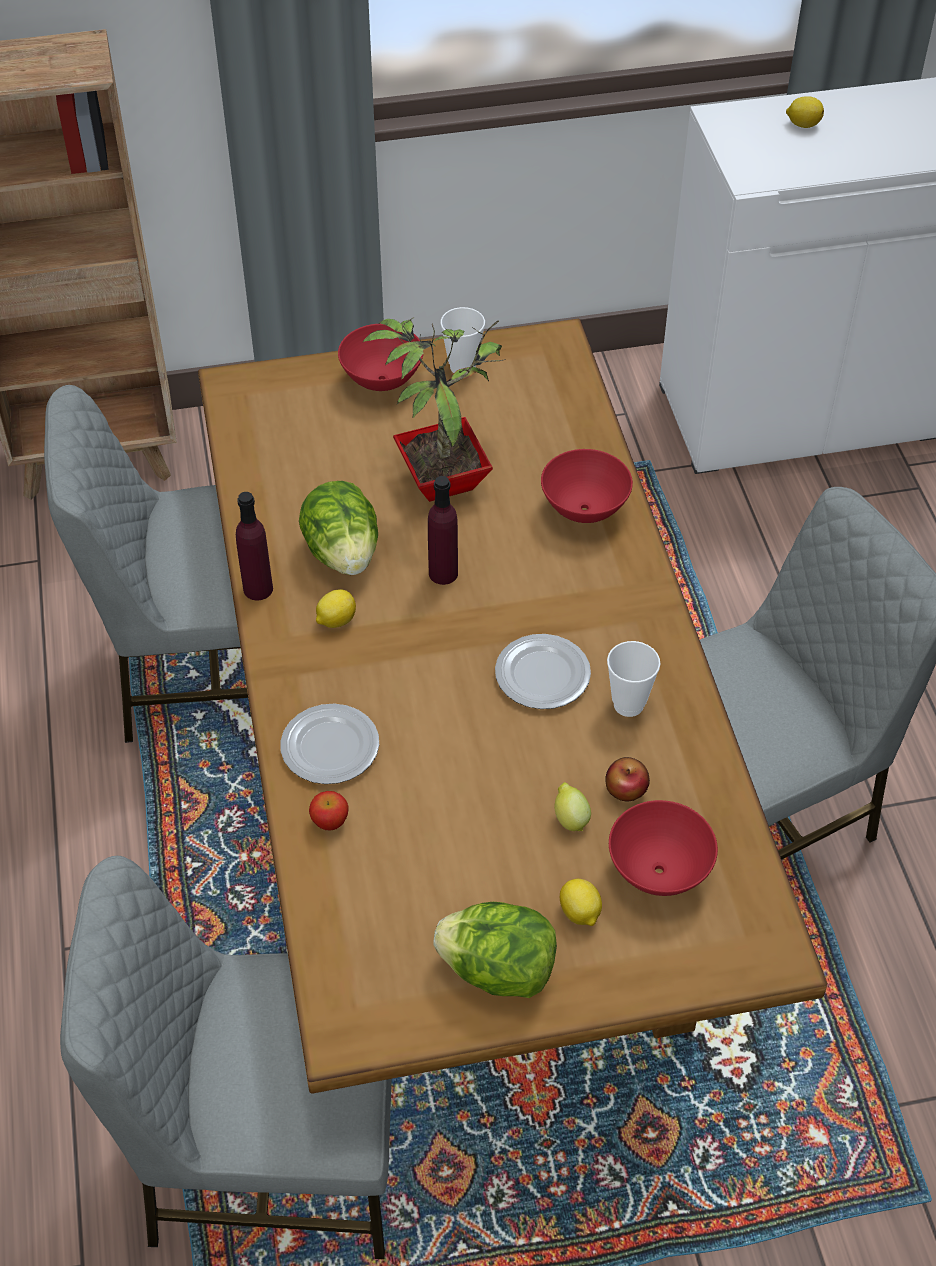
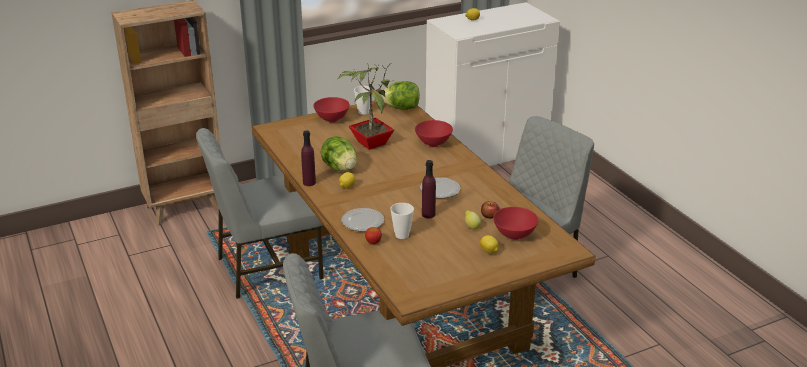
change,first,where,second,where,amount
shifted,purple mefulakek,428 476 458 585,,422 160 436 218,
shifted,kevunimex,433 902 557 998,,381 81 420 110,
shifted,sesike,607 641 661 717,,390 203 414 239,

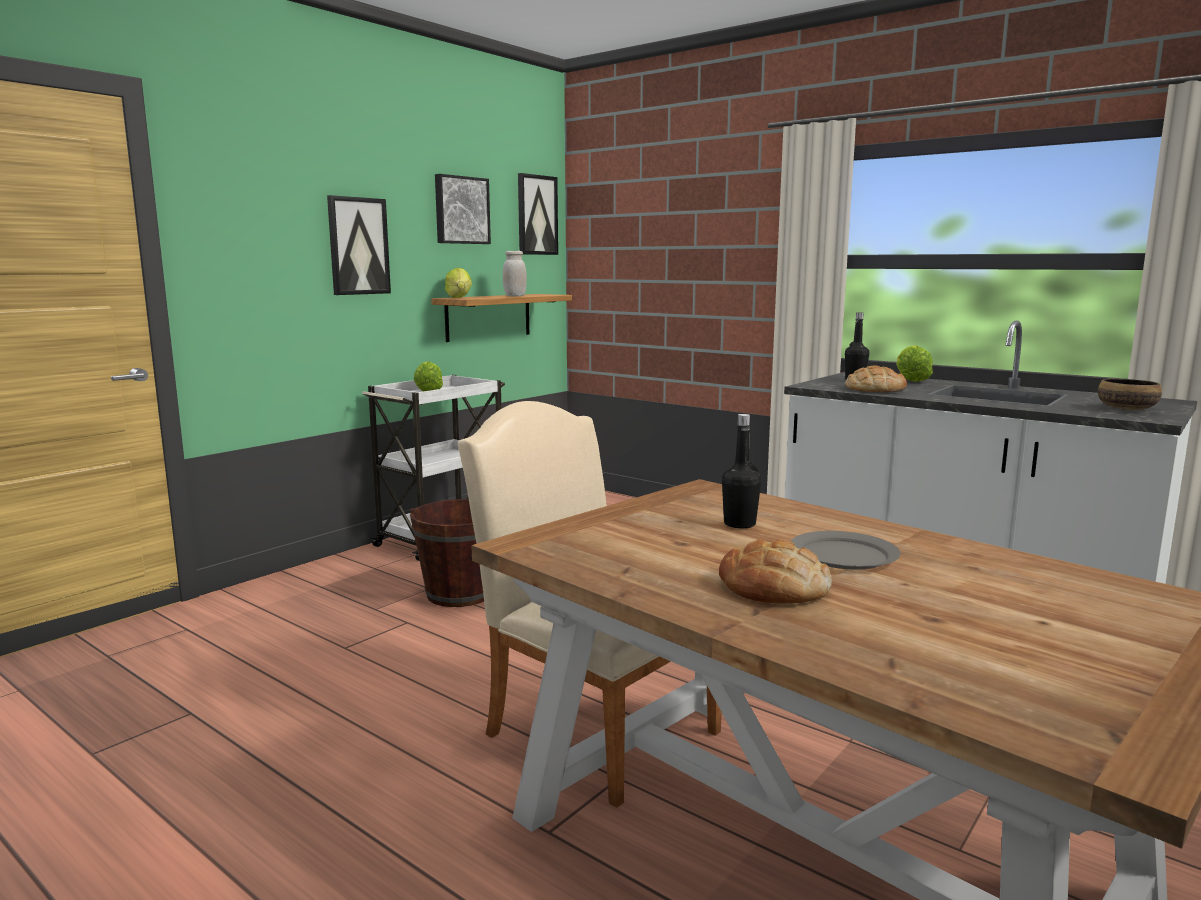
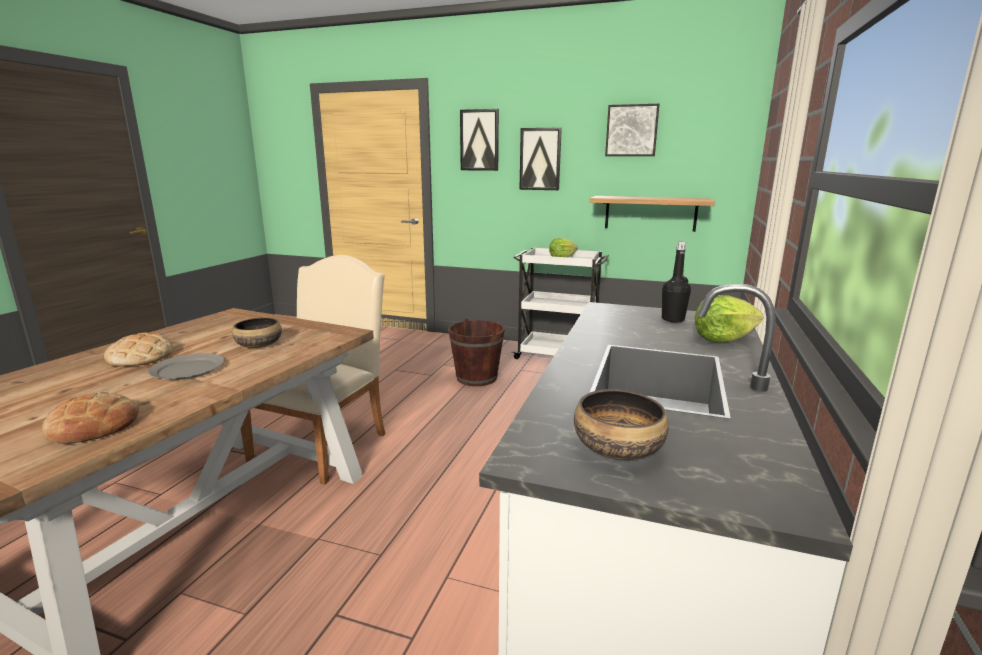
change,first,where,second,where,amount
gone,kevunimex,445 268 472 298,,,
gone,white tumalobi,503 251 527 296,,,
shifted,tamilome,518 173 558 255,,460 109 499 171,
shifted,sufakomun,845 365 907 392,,42 392 139 444,
swapped,black mefulakek,722 414 761 529,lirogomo,232 317 282 348,

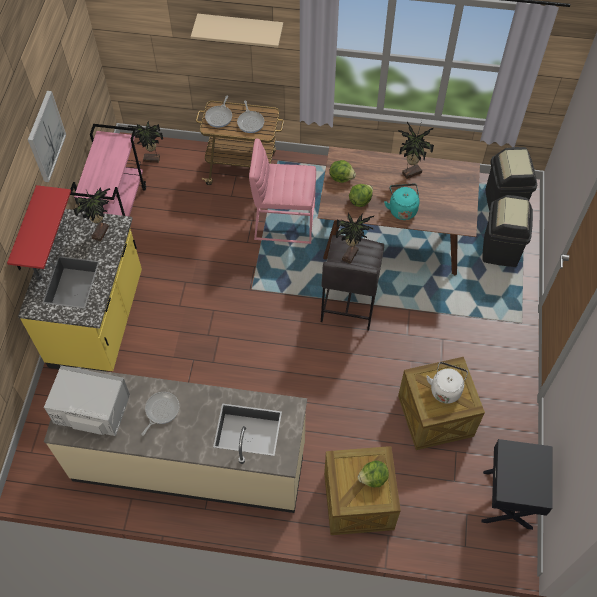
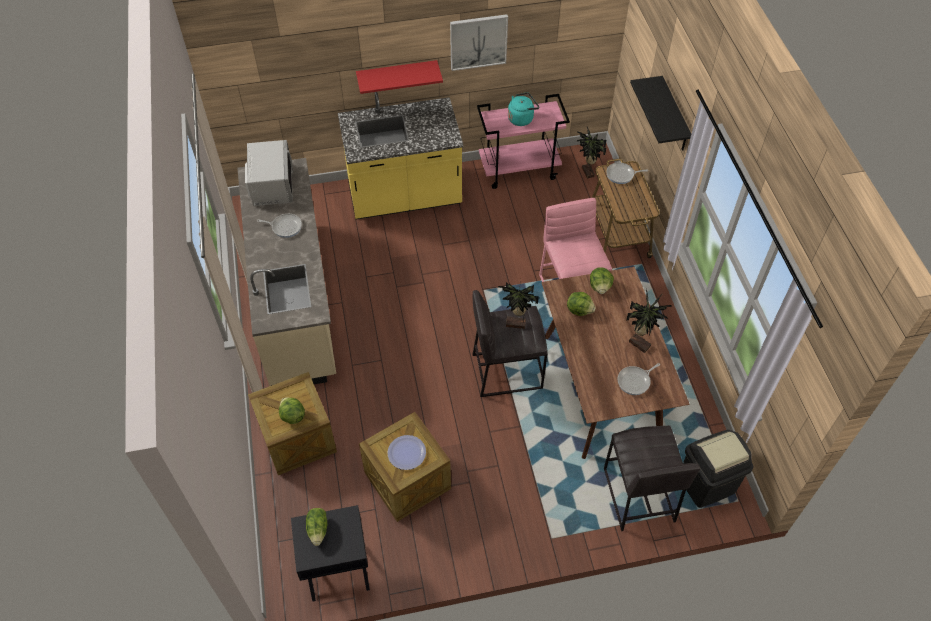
change,first,where,second,where,amount
gone,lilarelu,73 187 110 241,,,
new,,,kevunimex,306 508 327 546,
shifted,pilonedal,237 101 264 133,,618 363 660 395,
shifted,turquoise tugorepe,384 184 419 220,,508 92 539 126,
swapped,white tugorepe,426 362 468 404,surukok,387 435 426 470,
swapped,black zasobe,482 195 533 267,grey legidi,604 425 700 531,
repainted,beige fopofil,191 14 283 48,black fopofil,630 76 691 151,

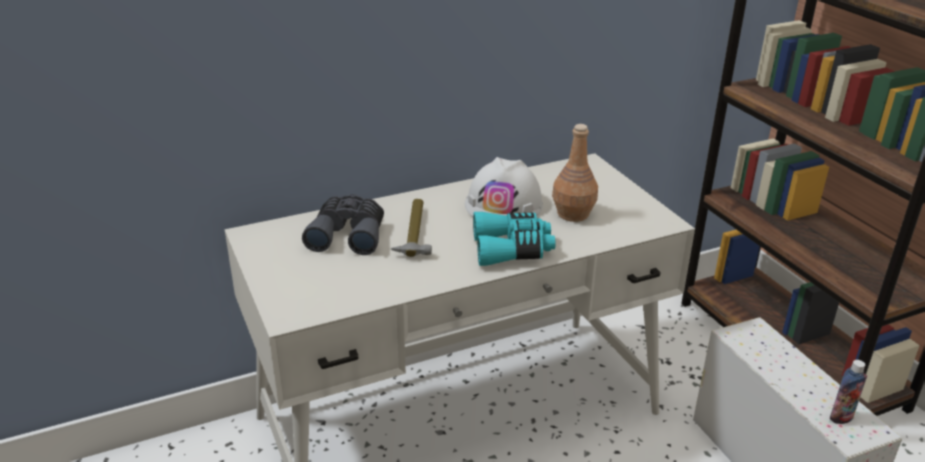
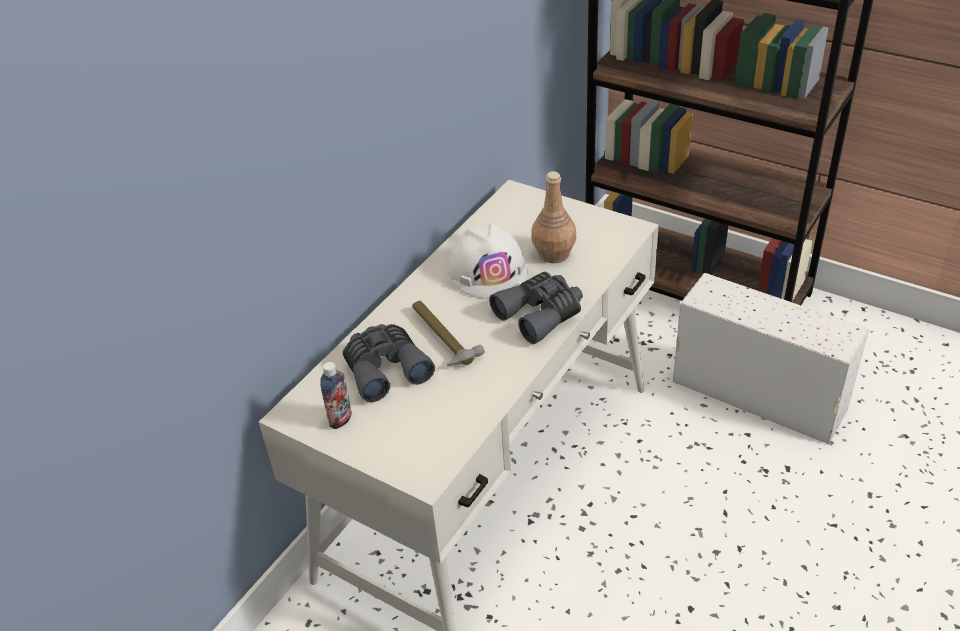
change,first,where,second,where,amount
shifted,mefulakek,830 360 867 424,,320 362 352 429,
repainted,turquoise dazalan,473 212 556 266,grey dazalan,489 272 583 344,

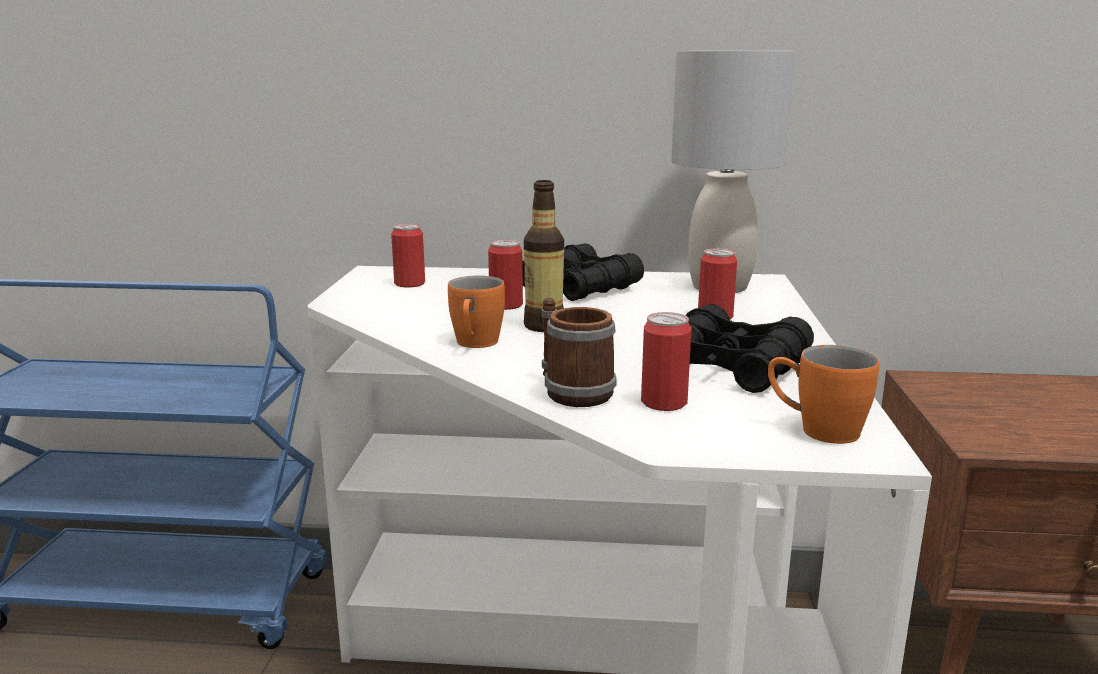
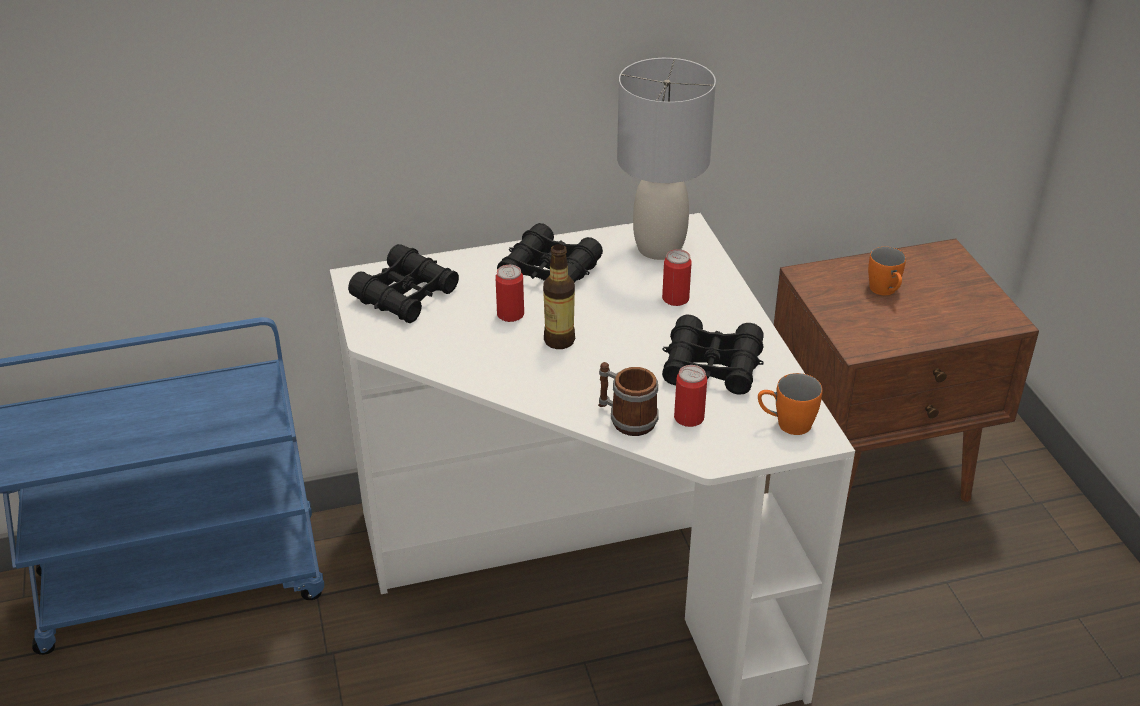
change,first,where,second,where,amount
shifted,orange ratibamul,448 276 505 348,,868 247 906 295,
swapped,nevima,391 224 425 287,black dazalan,348 244 459 323,

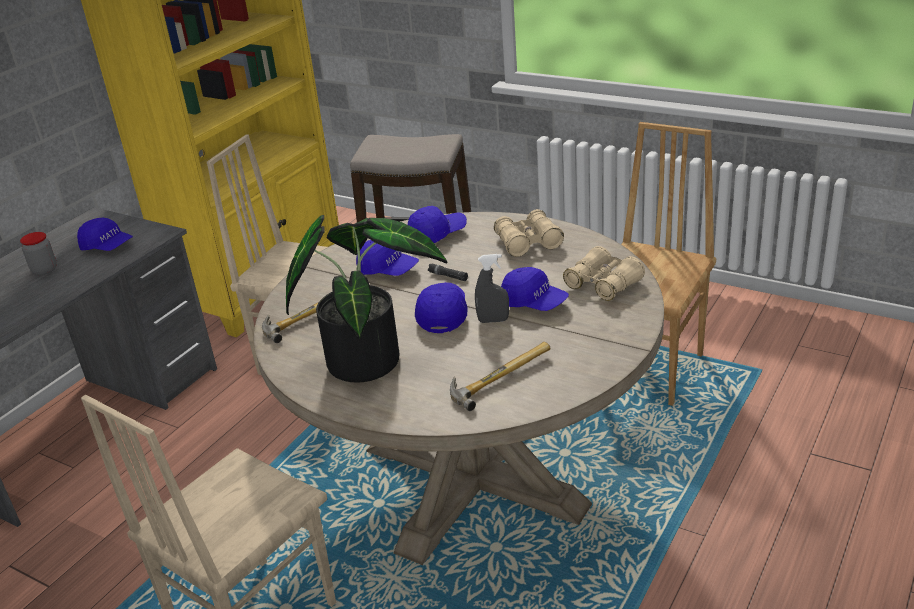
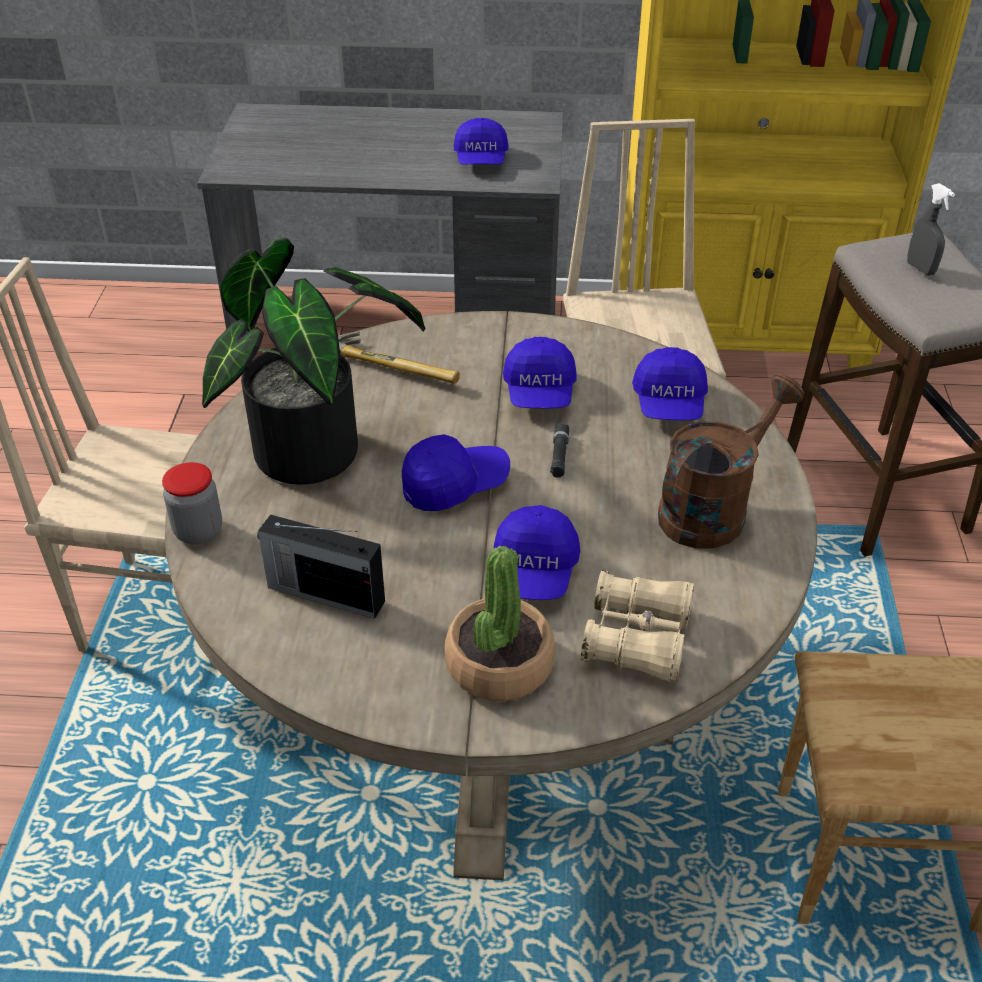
change,first,where,second,where,amount
new,,,lilarelu,444 546 556 701,
shifted,tumalobi,20 232 57 275,,162 462 222 544,
shifted,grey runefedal,475 254 509 323,,907 183 955 276,
swapped,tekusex,450 342 550 411,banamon,257 514 385 619,
swapped,beige dazalan,494 209 564 257,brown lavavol,658 374 805 548,
rotated,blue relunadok,408 206 467 243,,632 347 708 420,60 degrees clockwise

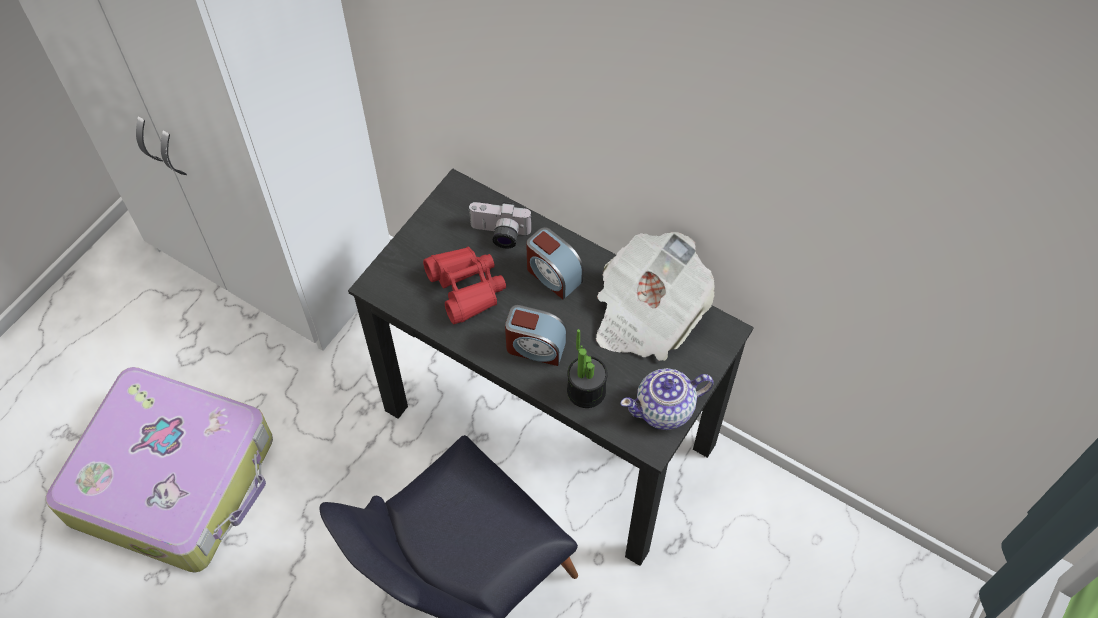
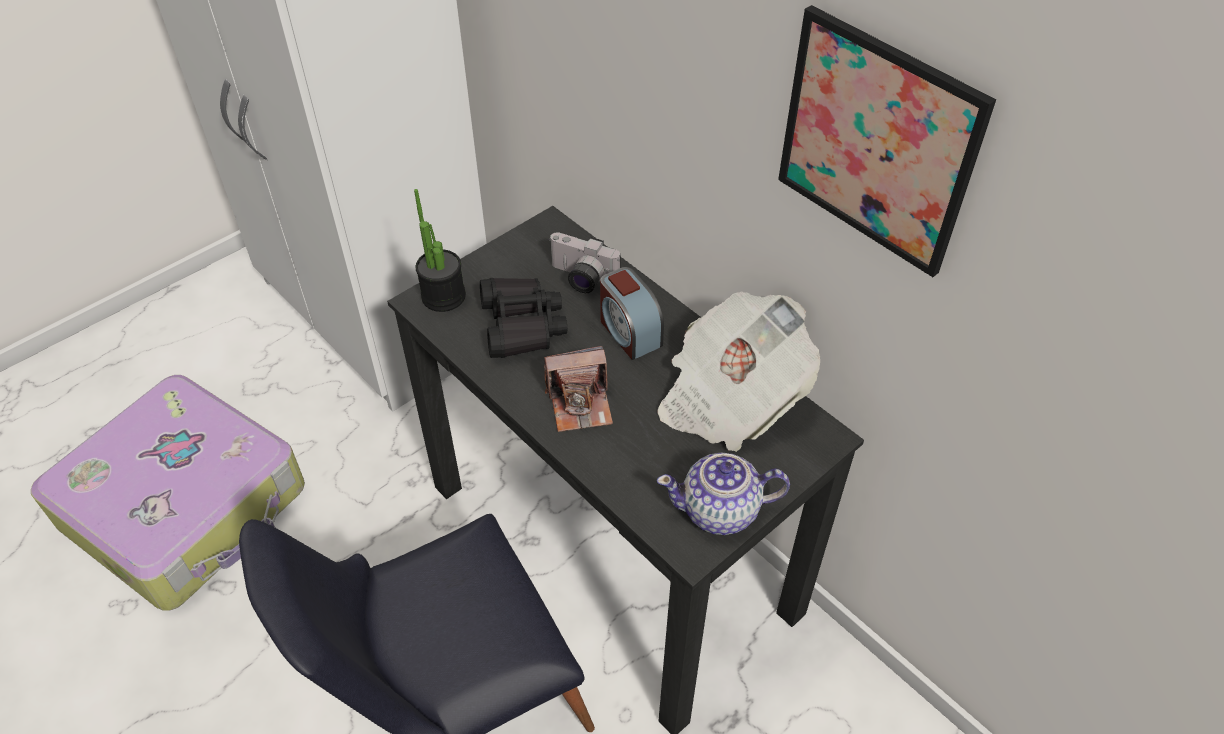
change,first,where,second,where,amount
new,,,tamilome,778 5 996 277,
shifted,lilarelu,567 329 608 408,,414 189 466 312,
swapped,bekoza,505 305 567 366,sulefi,544 346 613 432,
repainted,red dazalan,423 247 506 324,black dazalan,480 278 567 358,

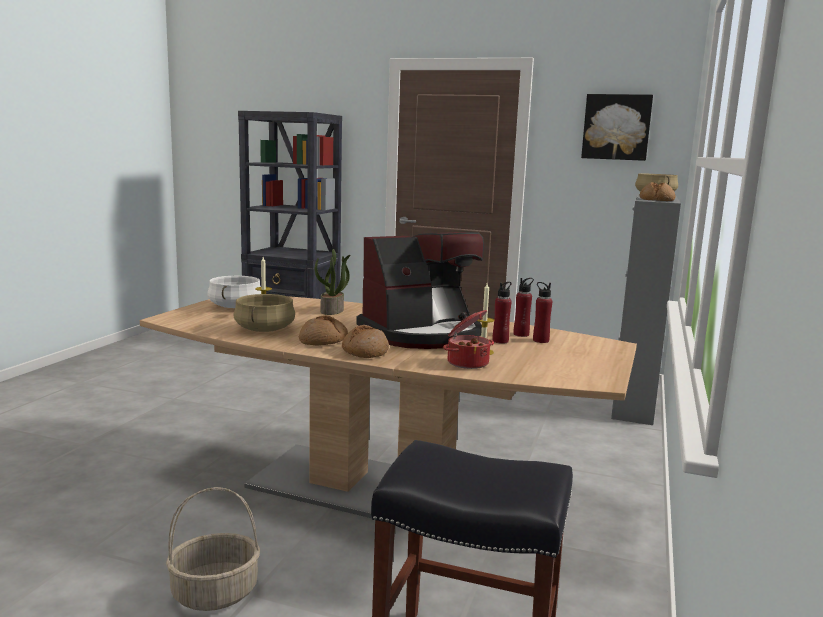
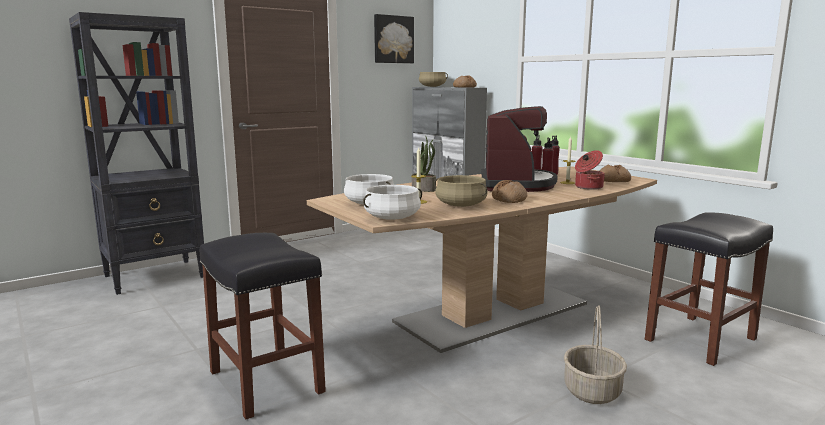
change,first,where,second,where,amount
new,,,black legidi,200 233 326 420,
new,,,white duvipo,363 185 422 220,
shifted,sufakomun,342 325 389 358,,599 165 631 182,

